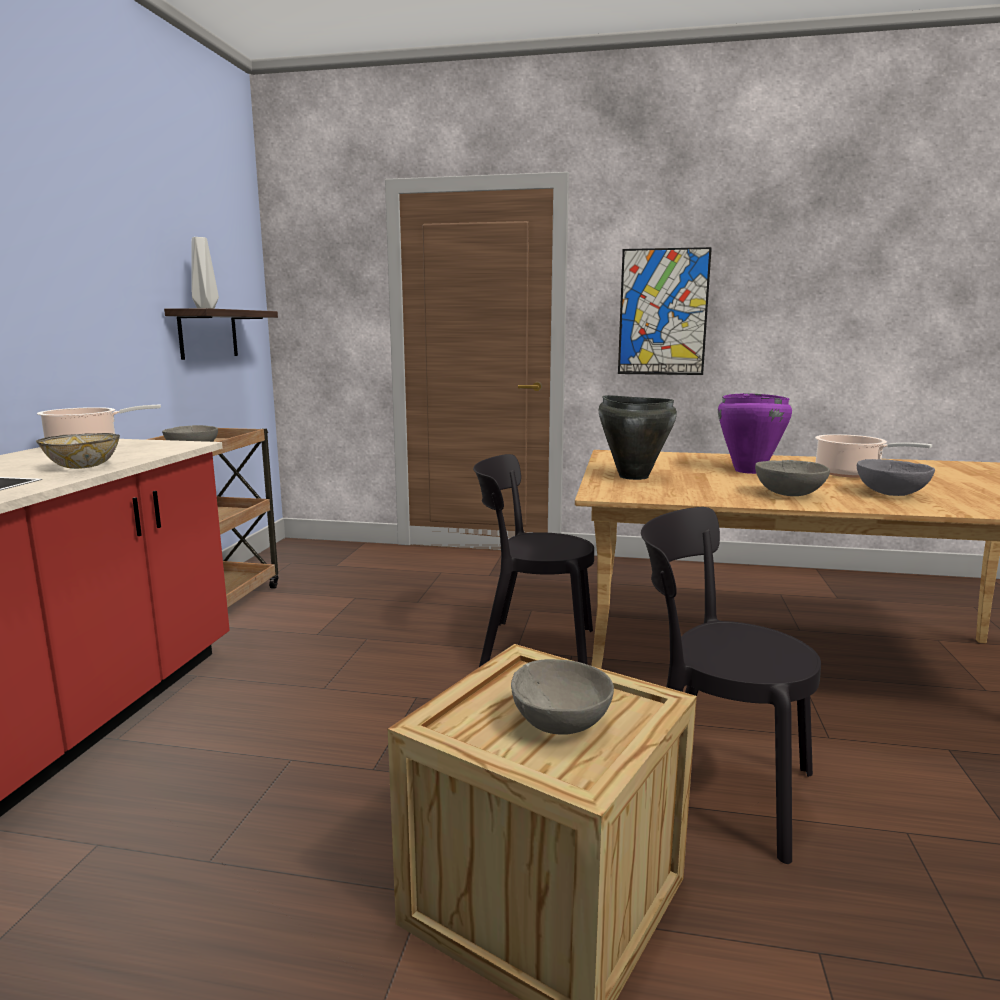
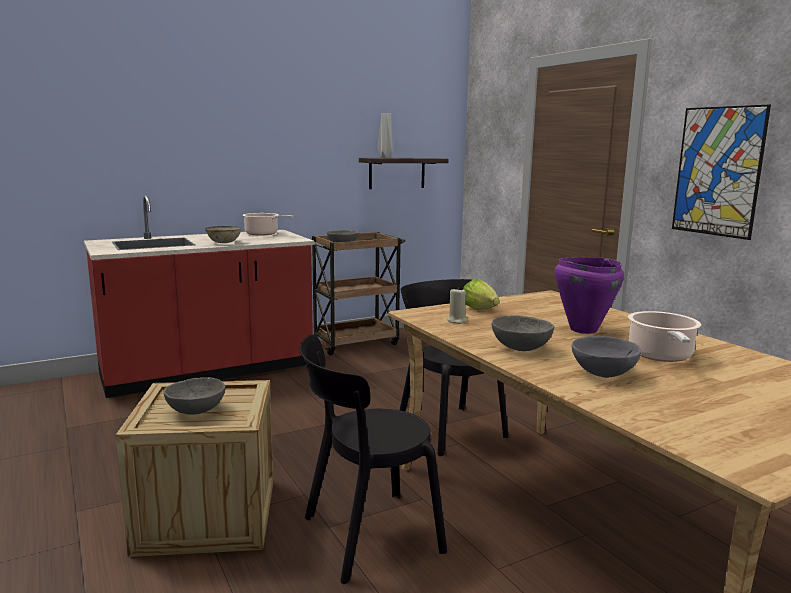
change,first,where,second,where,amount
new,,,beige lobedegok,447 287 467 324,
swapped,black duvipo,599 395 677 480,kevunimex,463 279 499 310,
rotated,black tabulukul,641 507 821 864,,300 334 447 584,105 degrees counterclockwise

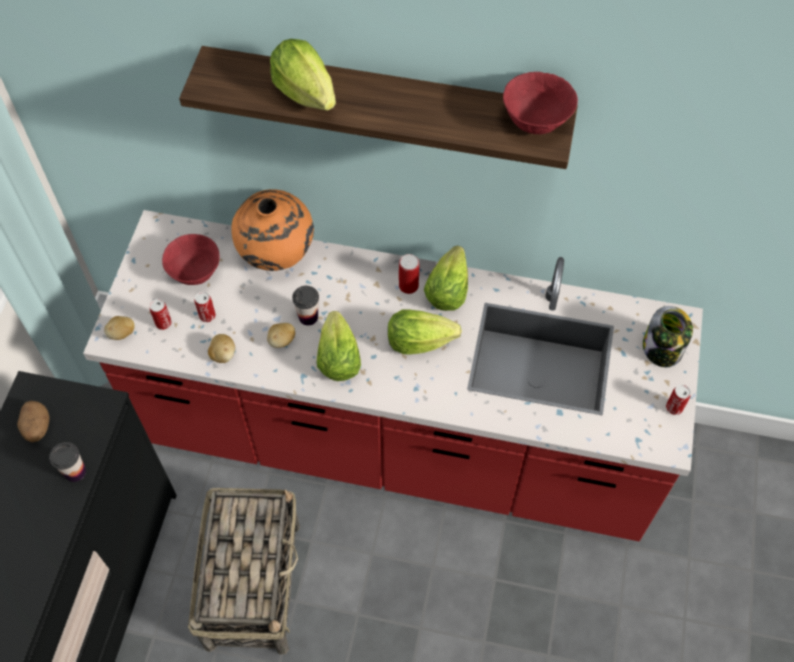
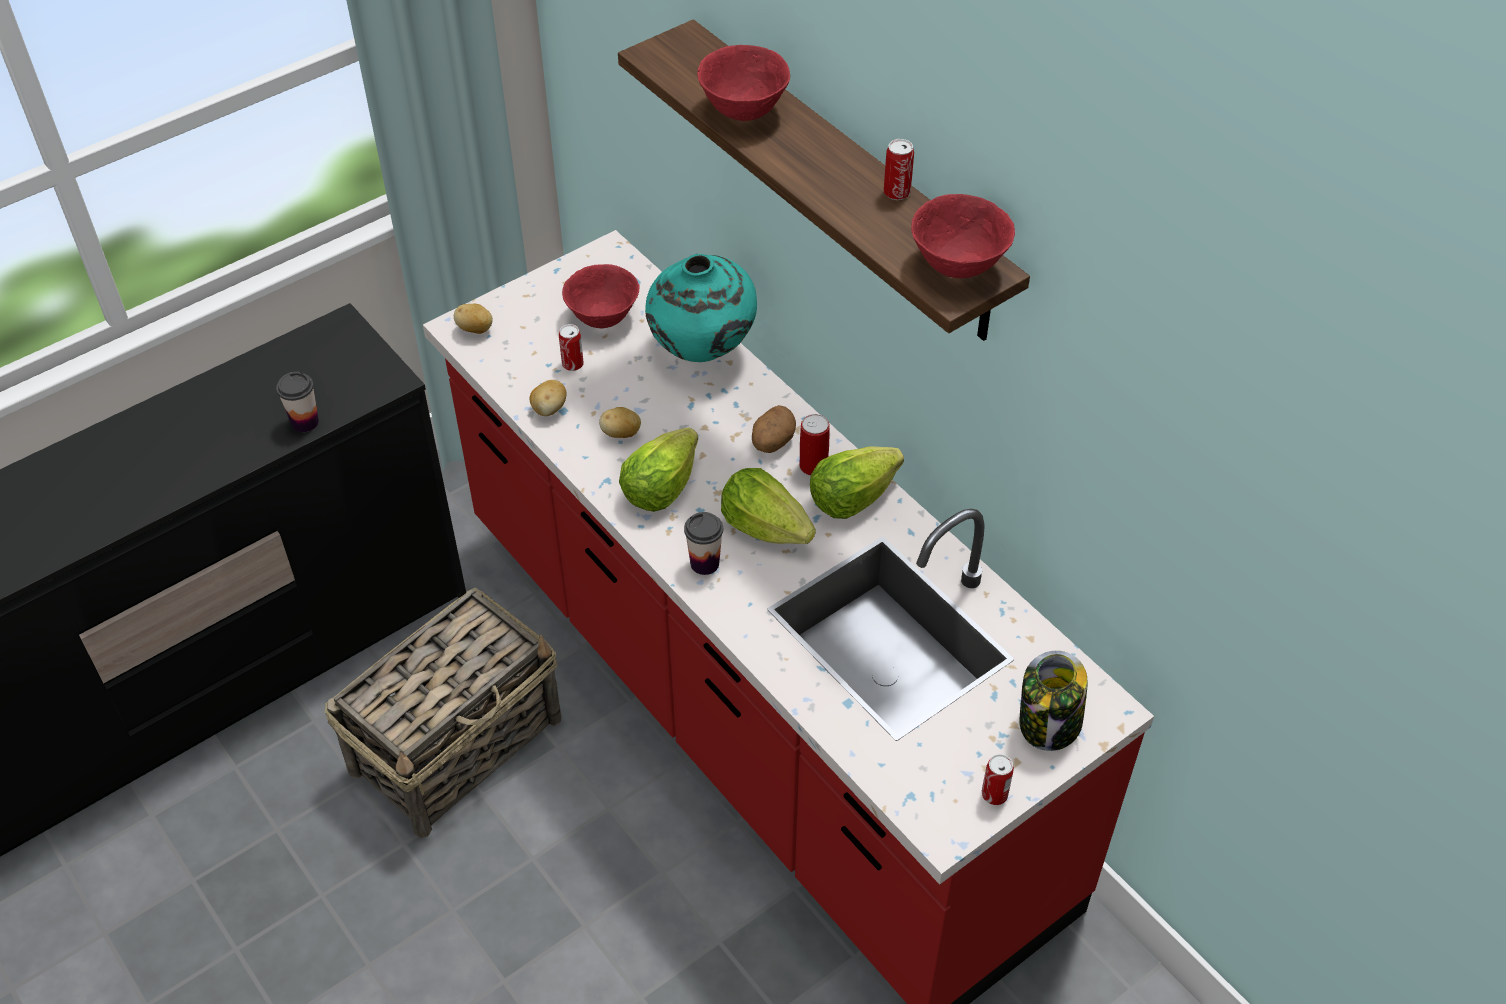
change,first,where,second,where,amount
shifted,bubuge,17 401 50 442,,752 405 796 453,
shifted,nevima,150 299 172 330,,884 139 914 200,
shifted,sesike,292 286 319 325,,684 512 723 575,
swapped,kevunimex,270 39 336 111,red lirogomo,697 45 790 121,
repainted,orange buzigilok,231 189 314 271,turquoise buzigilok,645 254 757 362,

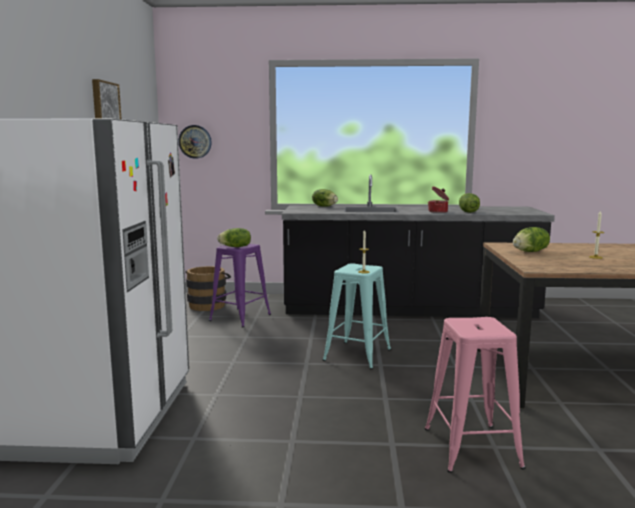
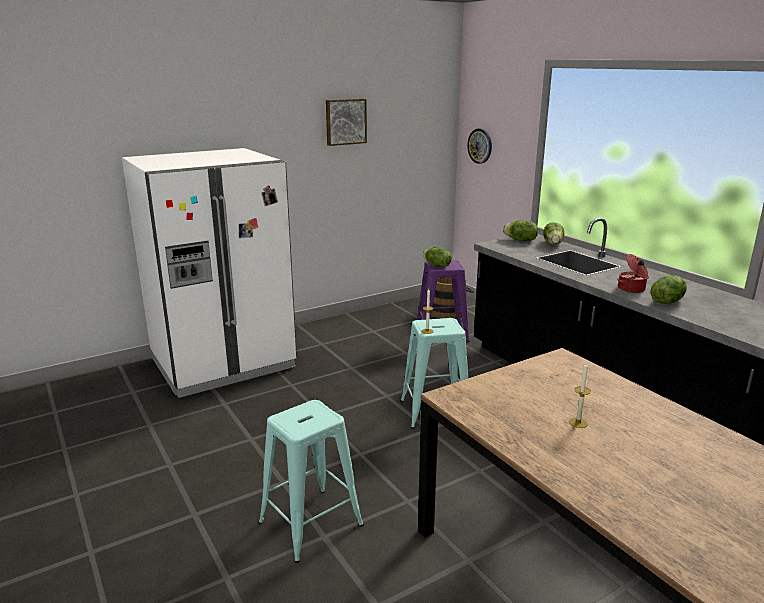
change,first,where,second,where,amount
shifted,kevunimex,513 227 550 252,,503 220 538 241,
repainted,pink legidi,425 317 525 473,turquoise legidi,259 400 364 563,

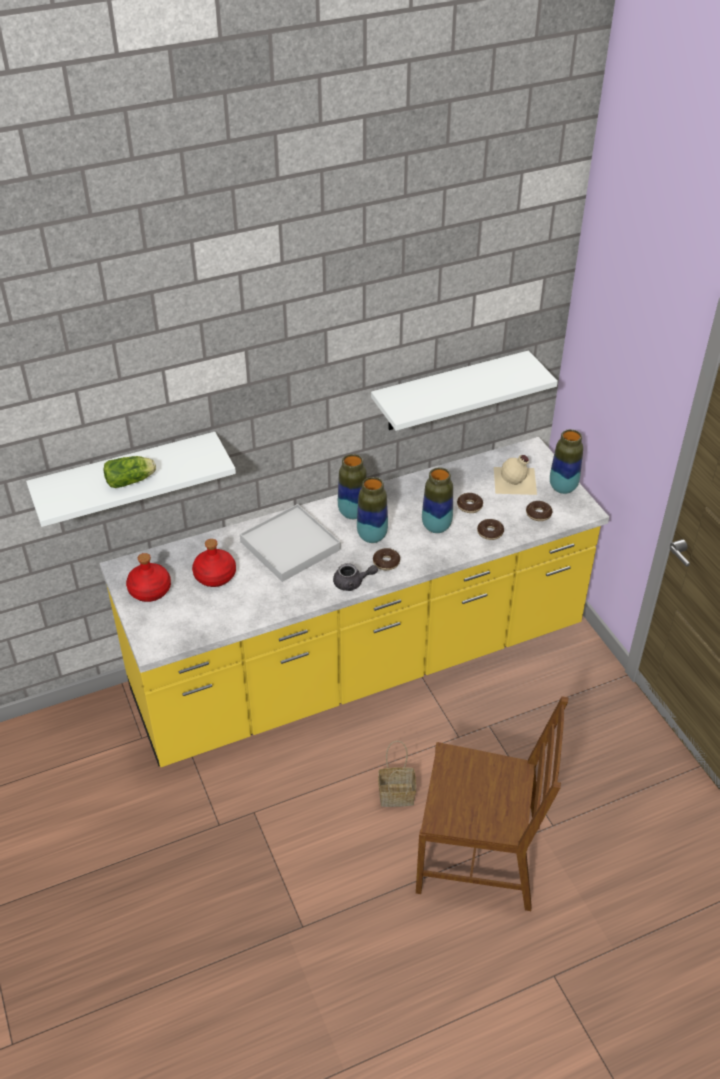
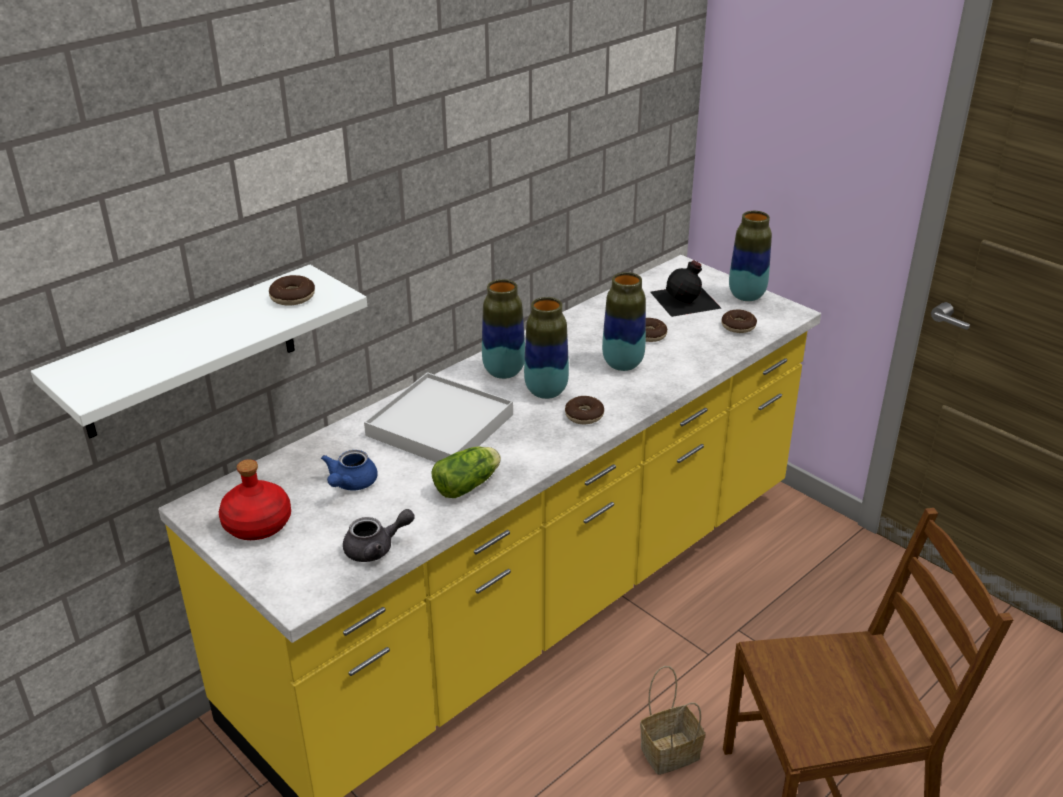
change,first,where,second,where,amount
gone,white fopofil,371 351 558 431,,,
shifted,kevunimex,103 456 156 488,,431 446 501 498,
shifted,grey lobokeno,333 563 378 591,,343 509 415 562,
shifted,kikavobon,477 519 504 540,,269 275 315 305,
swapped,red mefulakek,192 539 236 587,blue lobokeno,321 450 378 491,
repainted,beige mefulakek,494 455 537 495,black mefulakek,650 260 721 317,

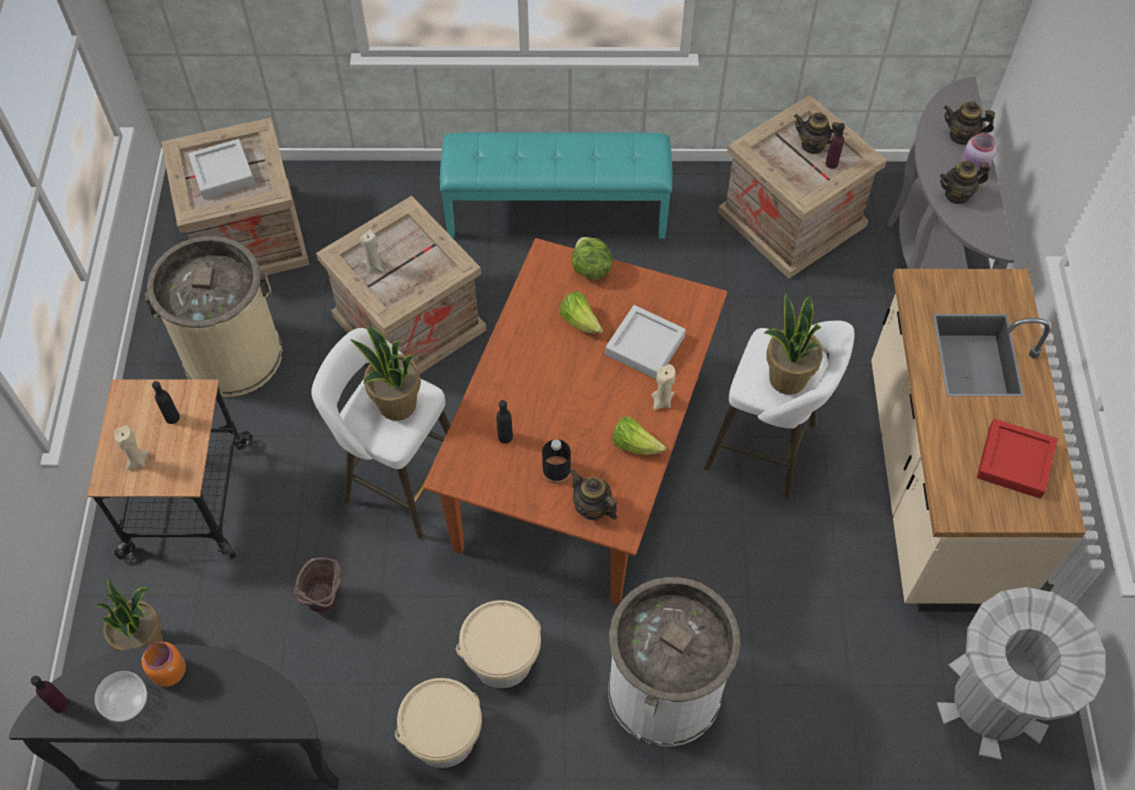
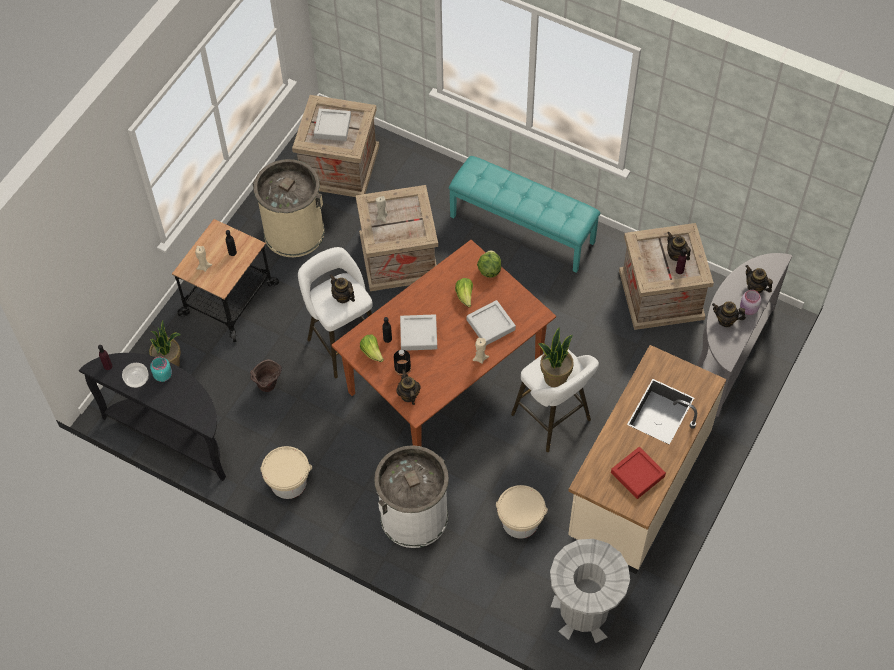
change,first,where,second,where,amount
new,,,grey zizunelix,400 314 437 351,
shifted,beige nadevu,456 600 541 688,,496 485 548 539,
shifted,kevunimex,612 416 666 455,,360 334 384 362,
swapped,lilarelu,350 326 421 421,lobokeno,329 274 355 303,
repainted,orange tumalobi,142 642 186 687,turquoise tumalobi,150 356 172 382,

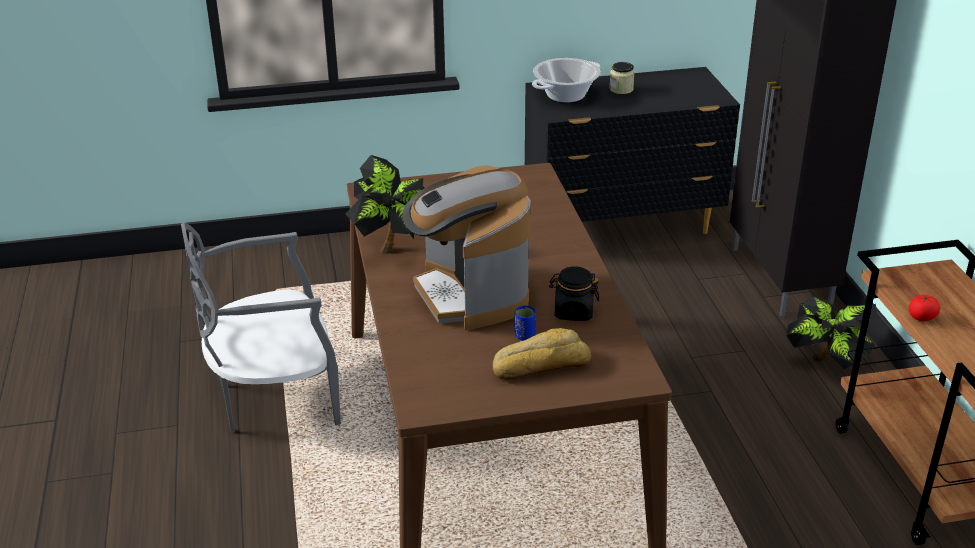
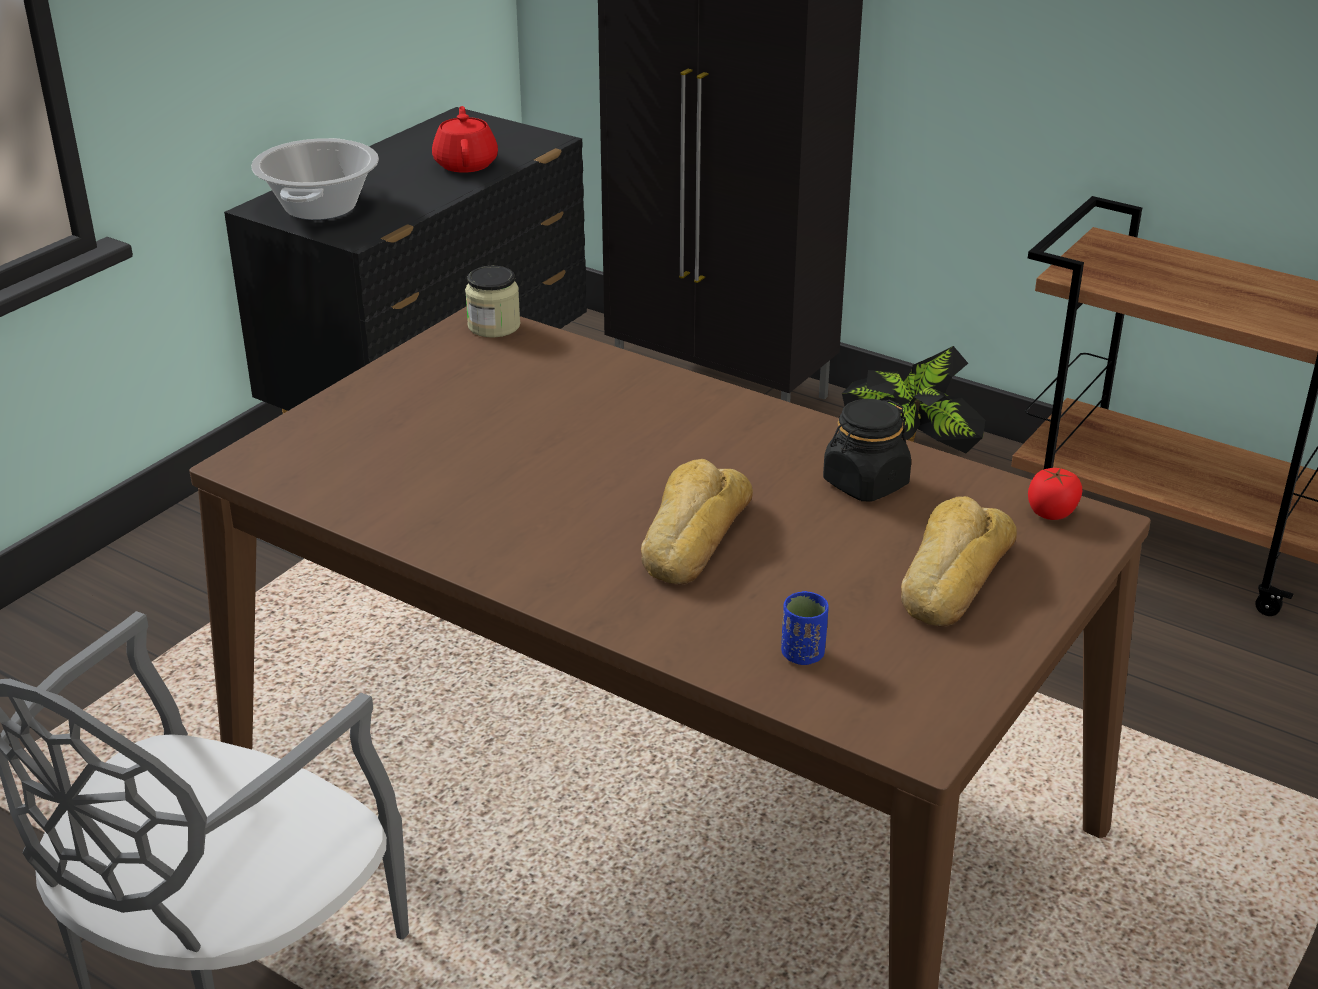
change,first,where,second,where,amount
gone,lilarelu,345 155 425 254,,,
new,,,red lobokeno,432 106 498 173,
shifted,blue sesike,515 305 536 341,,781 591 829 665,
shifted,tumalobi,609 62 635 94,,465 266 520 338,
shifted,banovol,909 294 940 321,,1028 468 1082 520,
swapped,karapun,403 165 531 330,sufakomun,641 459 753 585,

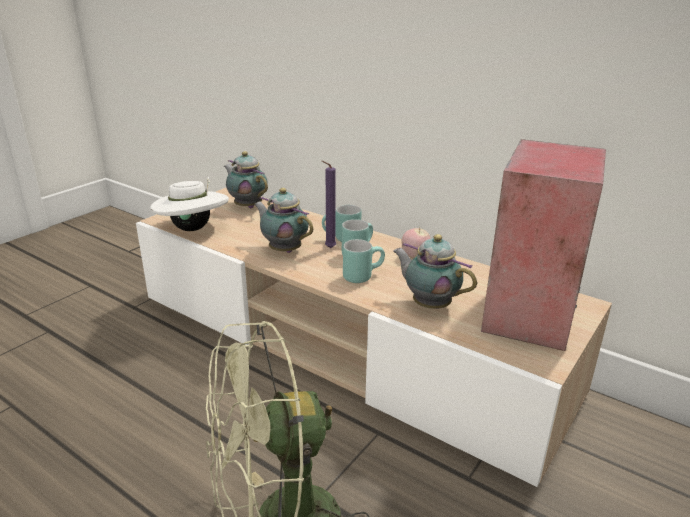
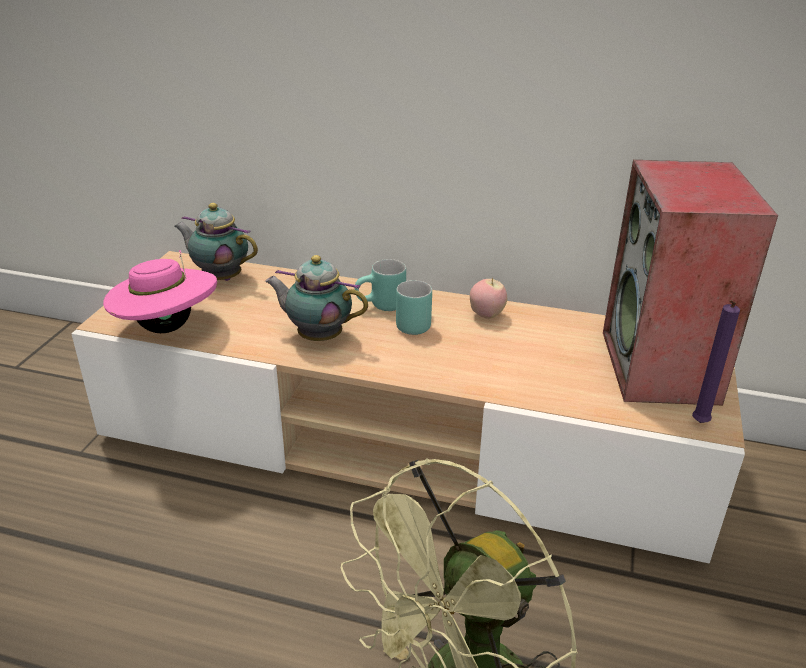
change,first,where,second,where,amount
gone,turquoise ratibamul,343 239 385 283,,,
gone,lobokeno,393 234 477 309,,,
shifted,purple lobedegok,322 161 336 248,,692 300 740 423,
repainted,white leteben,150 177 229 231,pink leteben,103 250 217 333,

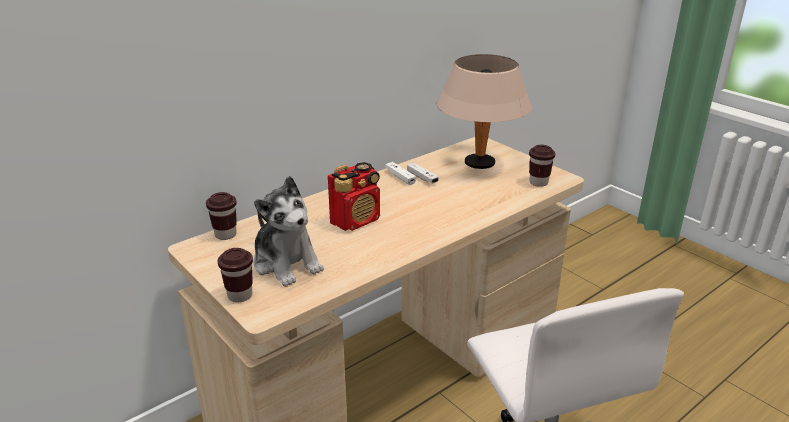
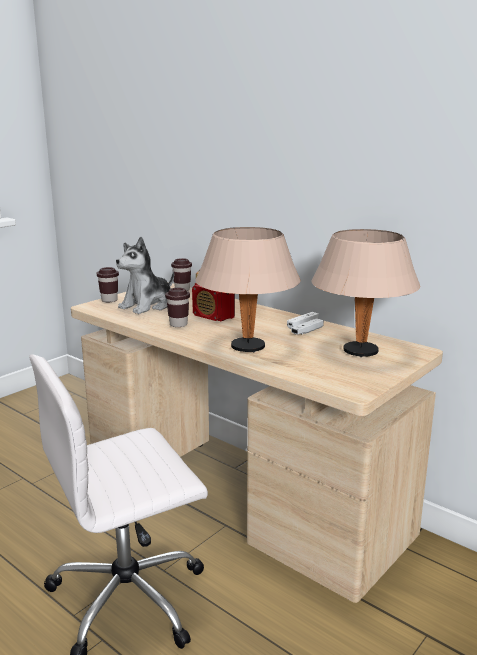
change,first,where,second,where,amount
new,,,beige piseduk,196 227 300 352,
shifted,brown sesike,529 145 556 187,,165 288 190 327,

